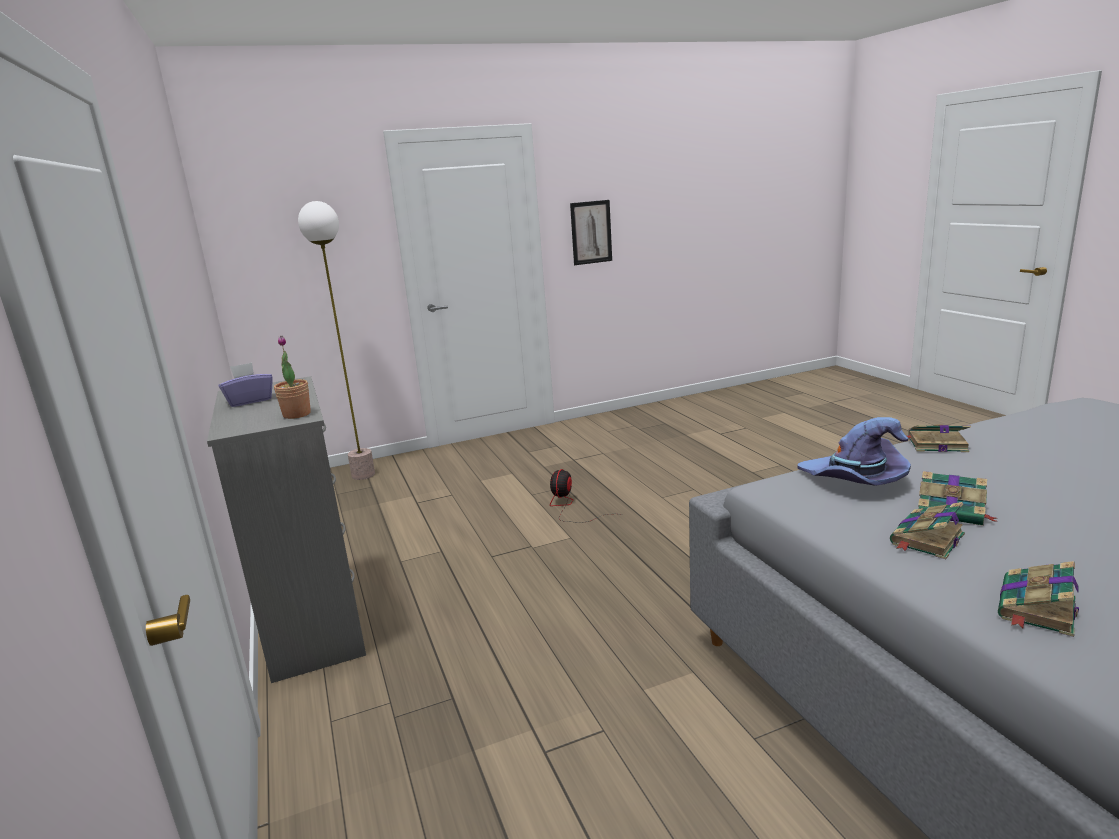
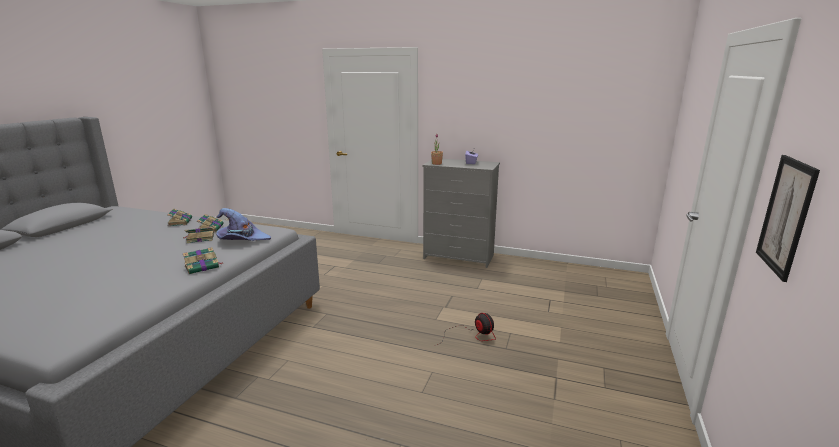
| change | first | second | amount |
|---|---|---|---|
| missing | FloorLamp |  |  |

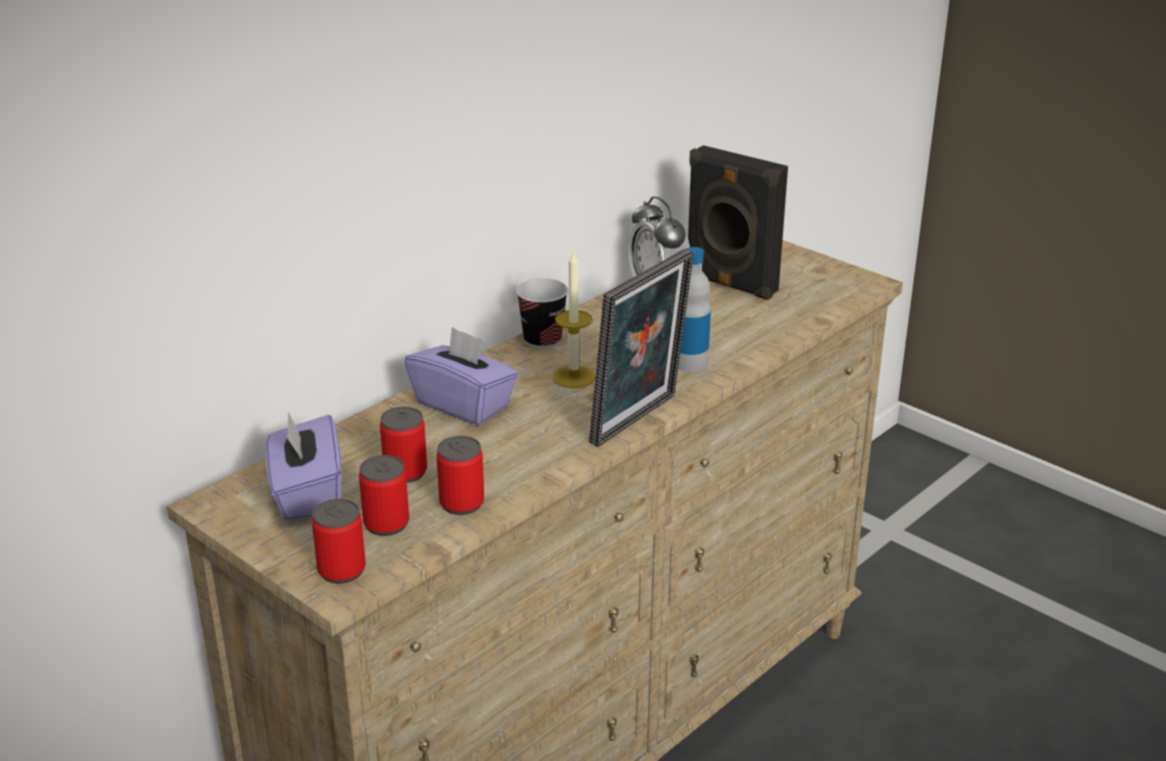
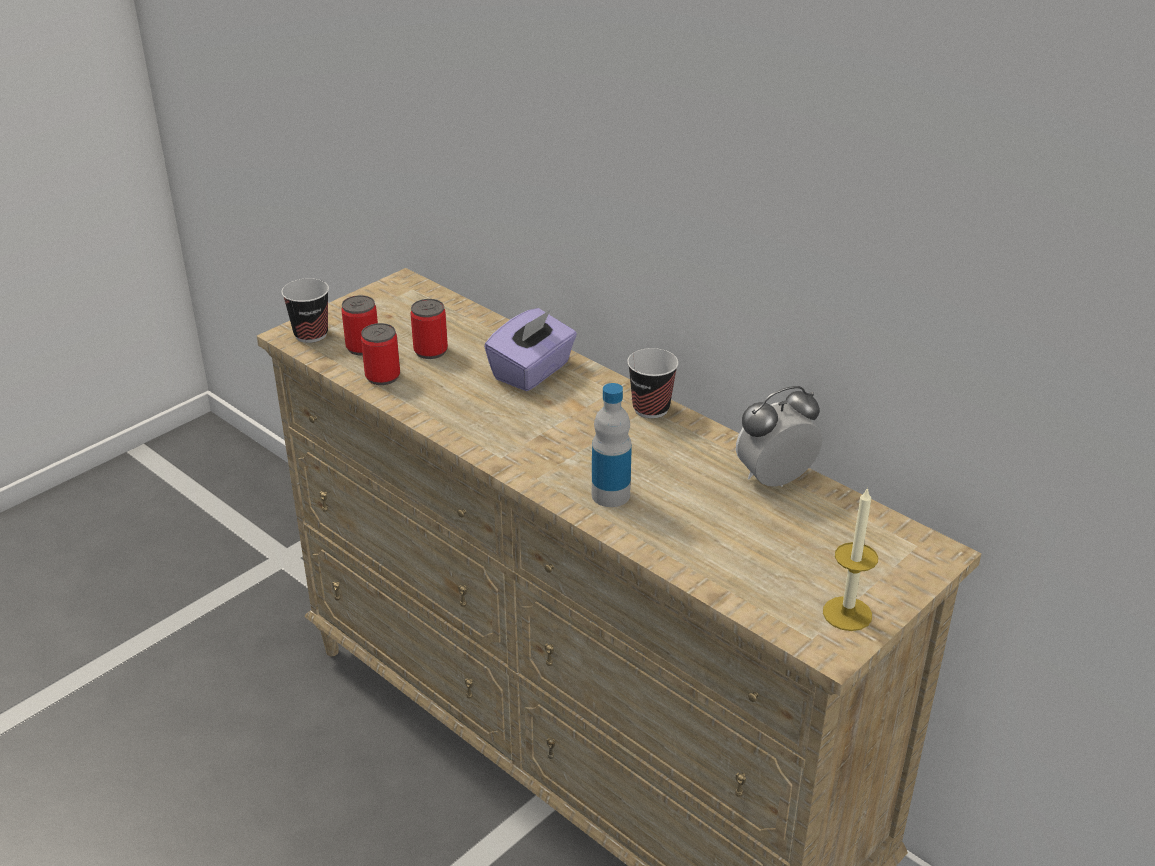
| change | first | second | amount |
|---|---|---|---|
| exchanged | MetalCan (no. 1 from left) | SmallCup (no. 1 from left) |  |
| relocated | Candle |  |  |
| missing | PurpleColouredTissueBox (no. 1 from left) |  |  |
| missing | StandingFrame |  |  |
| missing | BlackLoudspeaker |  |  |

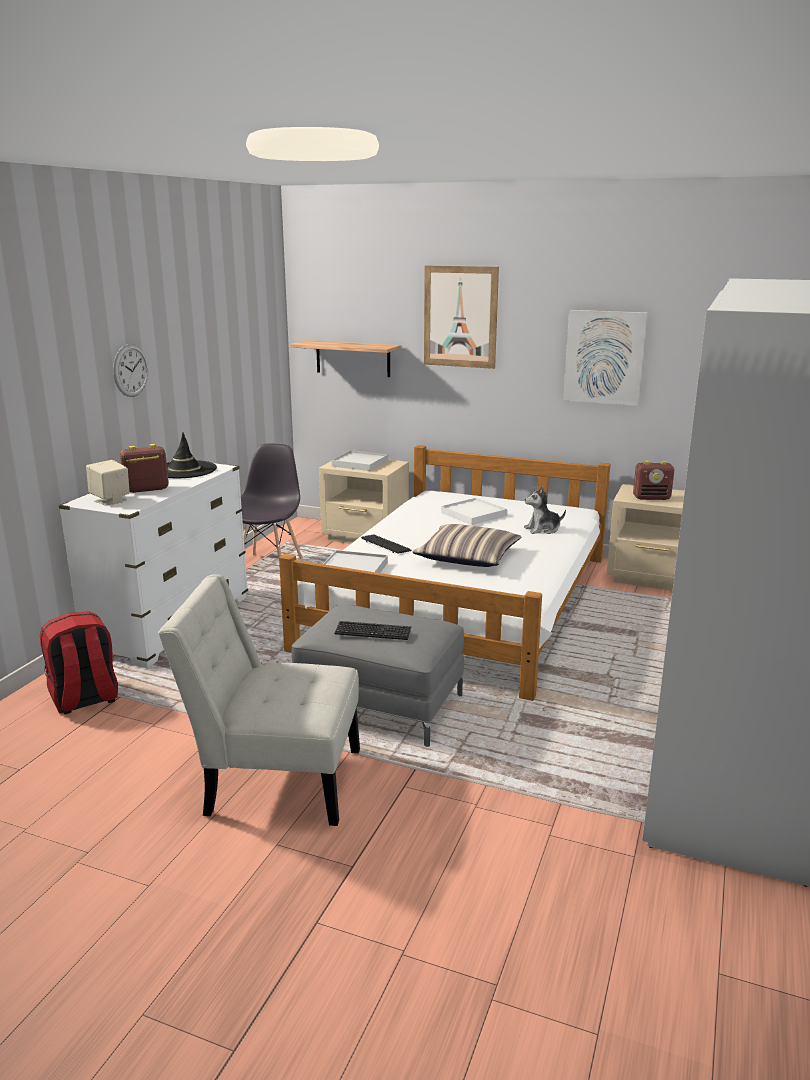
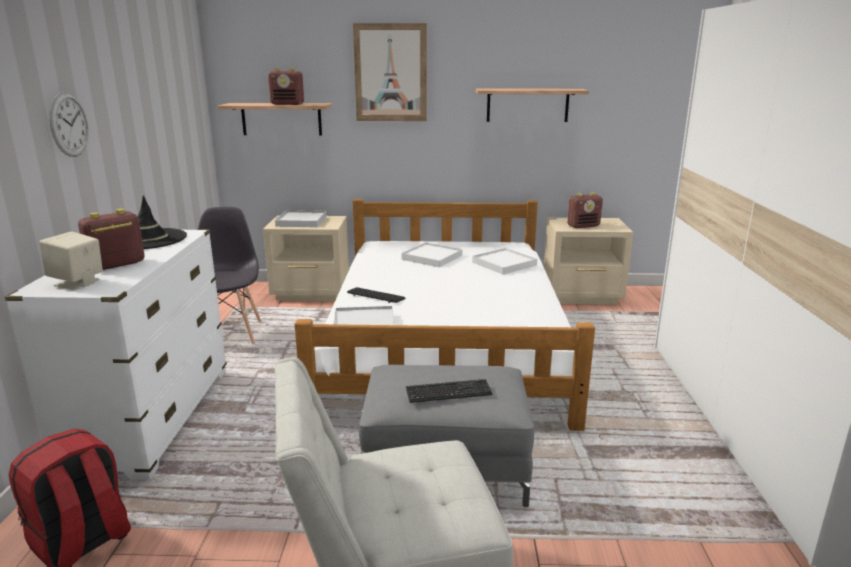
| change | first | second | amount |
|---|---|---|---|
| appeared |  | RadioReceiver (no. 2 from left) |  |
| exchanged | PlushToy | WhitishCarryingTray (no. 4 from left) |  |
| exchanged | Picture (no. 2 from left) | BracketShelf (no. 2 from left) |  |
| missing | Cushion |  |  |

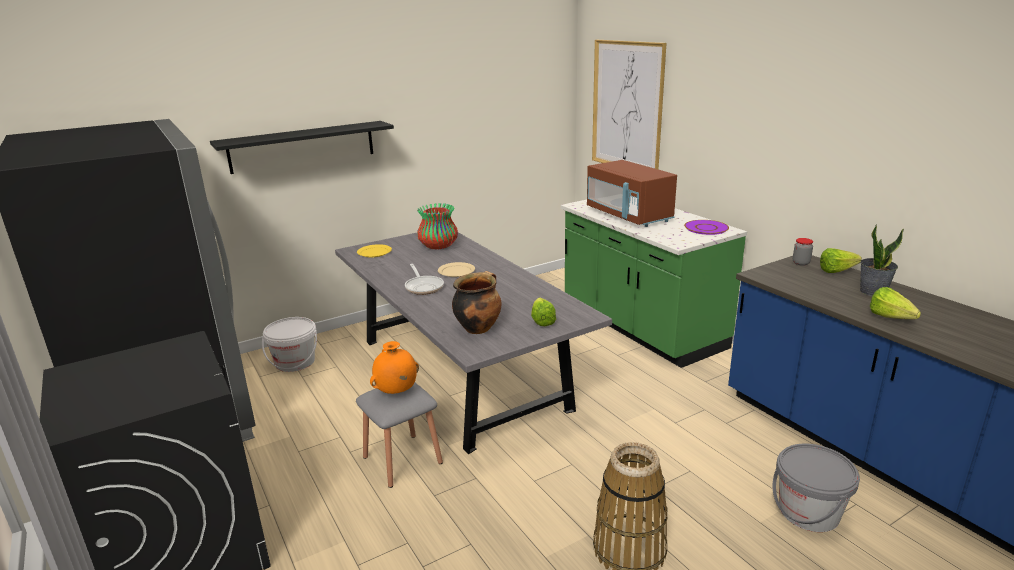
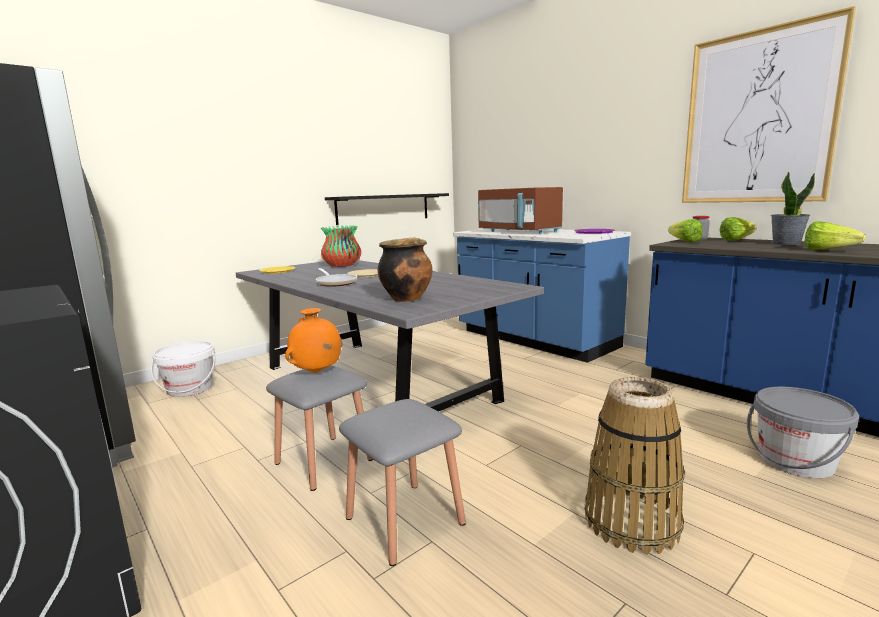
| change | first | second | amount |
|---|---|---|---|
| relocated | BlackBracketShelf |  |  |
| appeared |  | GreyStoolSeat (no. 2 from left) |  |
| colour | GreenishKitchenCounter | BlueKitchenCounter (no. 1 from left) |  |
| relocated | Lettuce (no. 1 from left) |  |  |
| relocated | Picture |  |  |

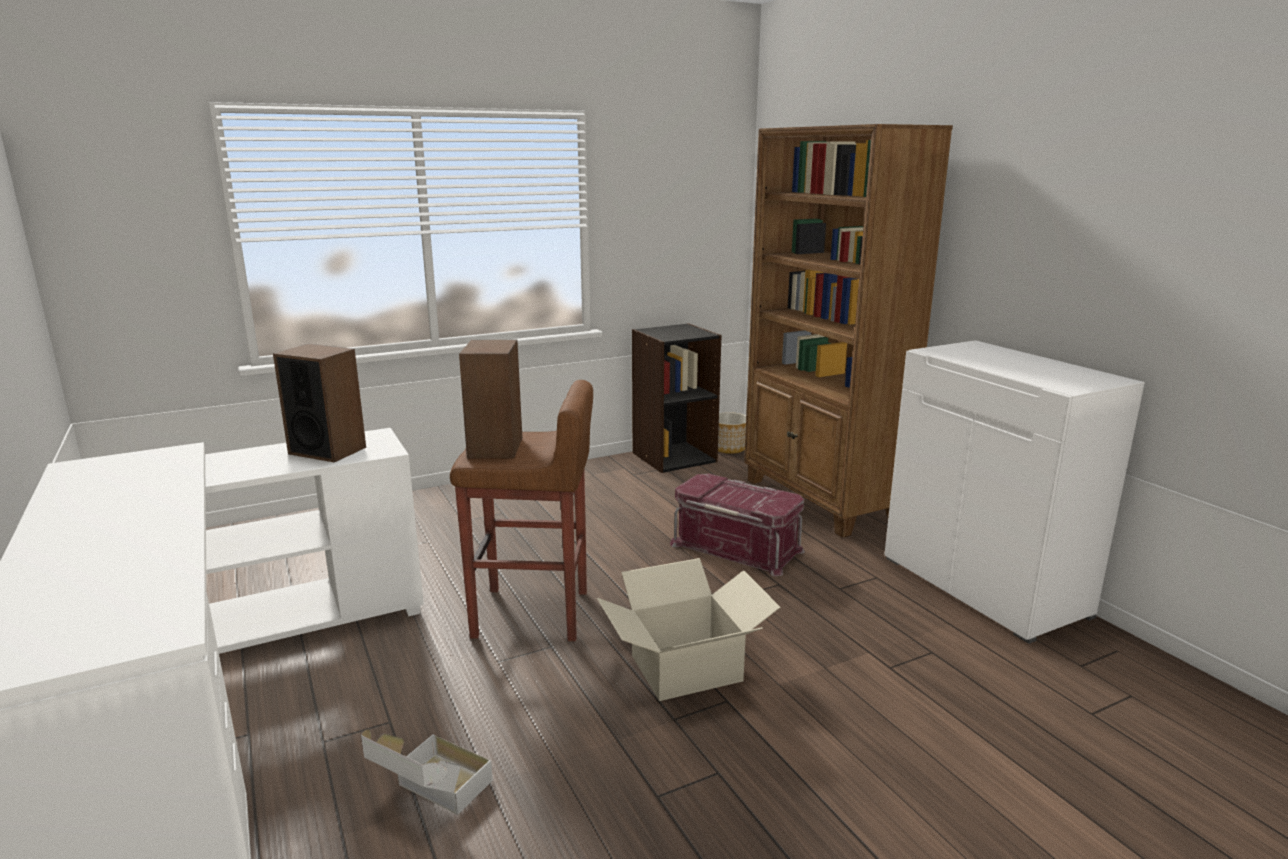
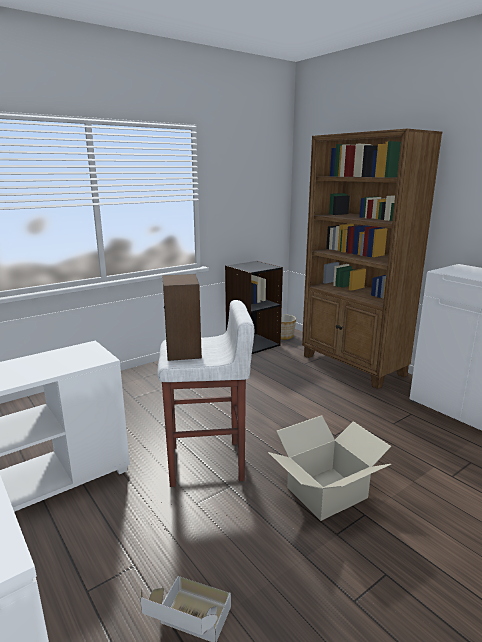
| change | first | second | amount |
|---|---|---|---|
| colour | BrownishStoolSeat | WhitishStoolSeat |  |
| missing | Loudspeaker (no. 1 from left) |  |  |
| missing | ReddishStorageBin |  |  |

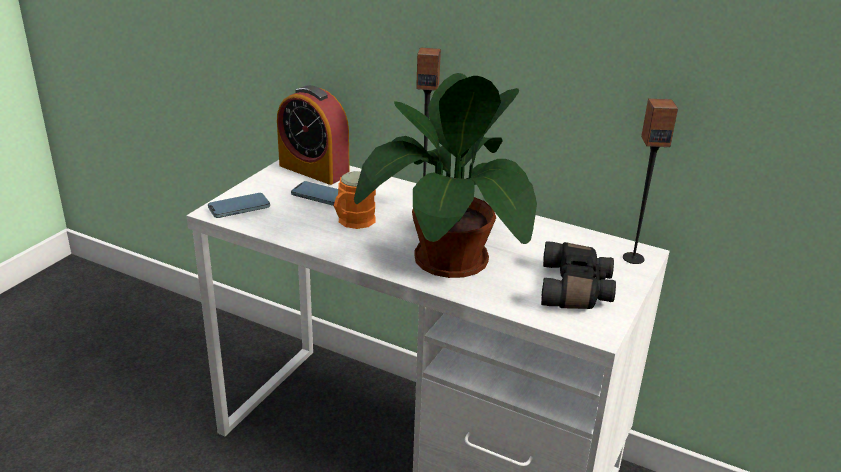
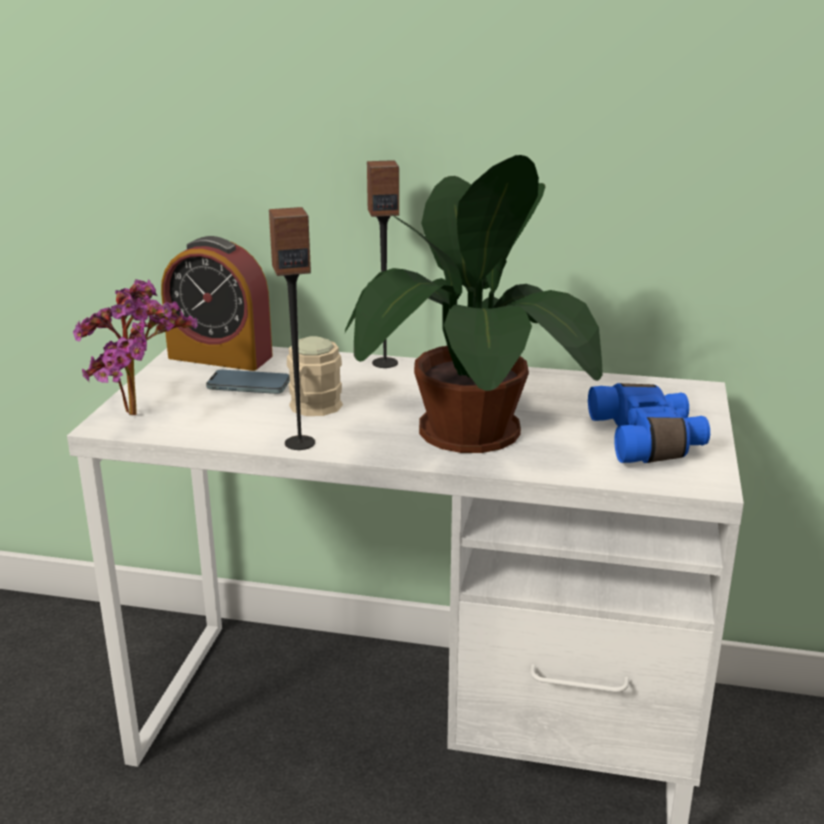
| change | first | second | amount |
|---|---|---|---|
| exchanged | Telephone (no. 1 from left) | PottedPlant (no. 1 from left) |  |
| relocated | Loudspeaker (no. 2 from left in the first image) | Loudspeaker (no. 1 from left) |  |
| colour | OrangeMug | BeigeColouredMug |  |
| colour | BlackBinoculars | BlueBinoculars |  |

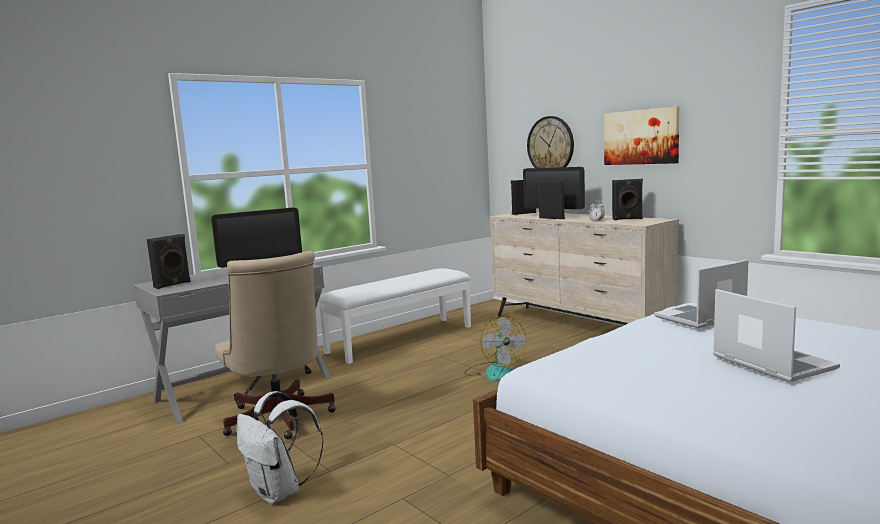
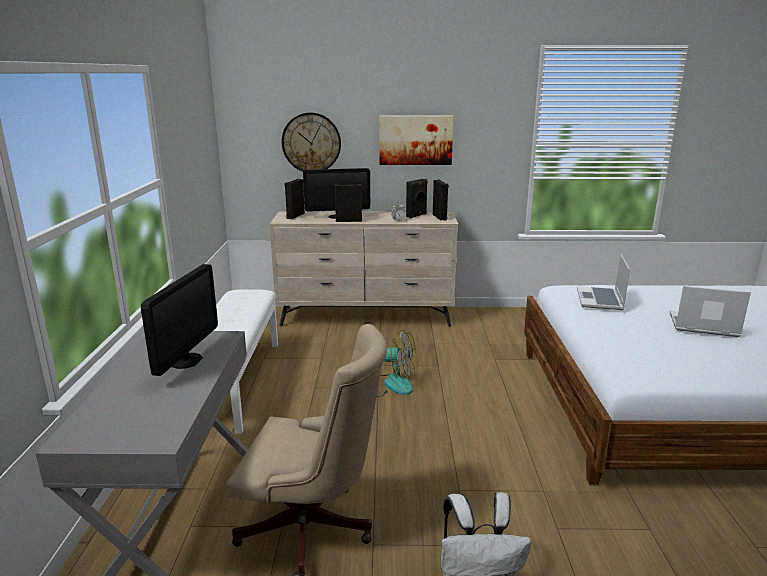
| change | first | second | amount |
|---|---|---|---|
| relocated | BlackLoudspeaker (no. 1 from left in the first image) | BlackLoudspeaker (no. 4 from left) |  |

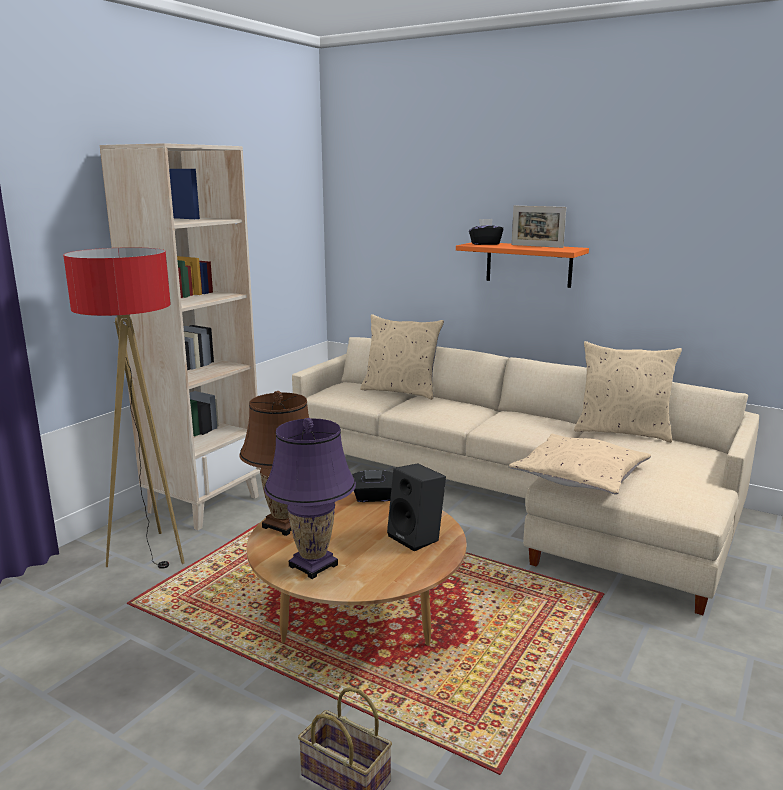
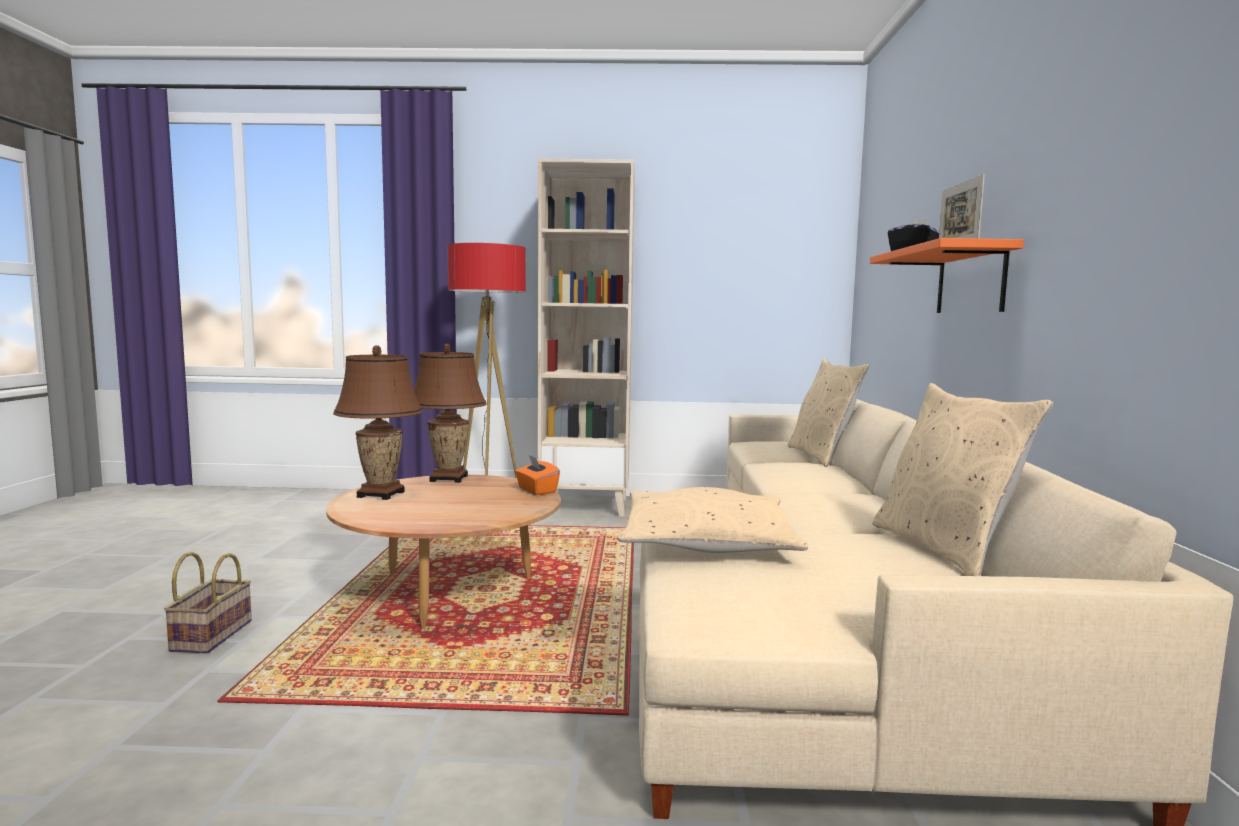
| change | first | second | amount |
|---|---|---|---|
| colour | PurpleColouredLampForATable | BrownishLampForATable (no. 1 from left) |  |
| colour | BlackTissueBox (no. 1 from left) | OrangeTissueBox |  |
| missing | BlackLoudspeaker |  |  |

